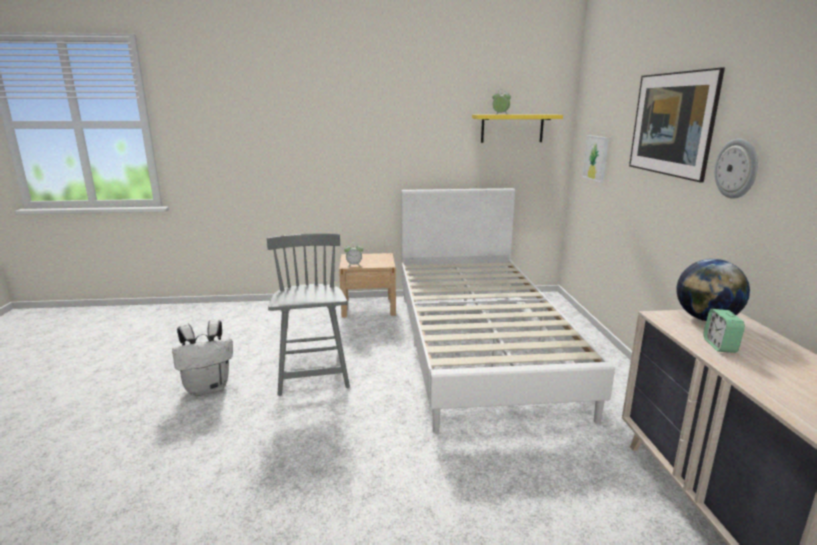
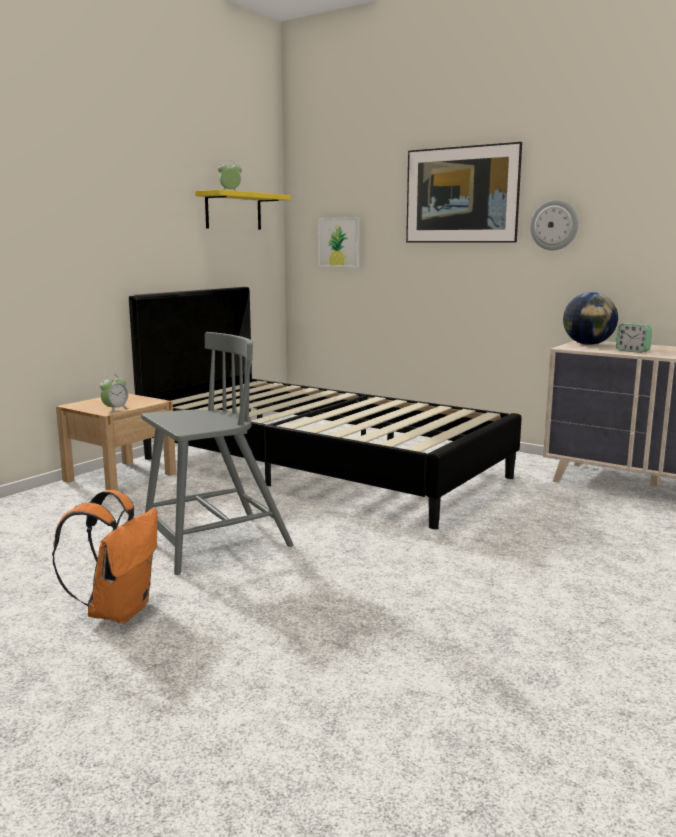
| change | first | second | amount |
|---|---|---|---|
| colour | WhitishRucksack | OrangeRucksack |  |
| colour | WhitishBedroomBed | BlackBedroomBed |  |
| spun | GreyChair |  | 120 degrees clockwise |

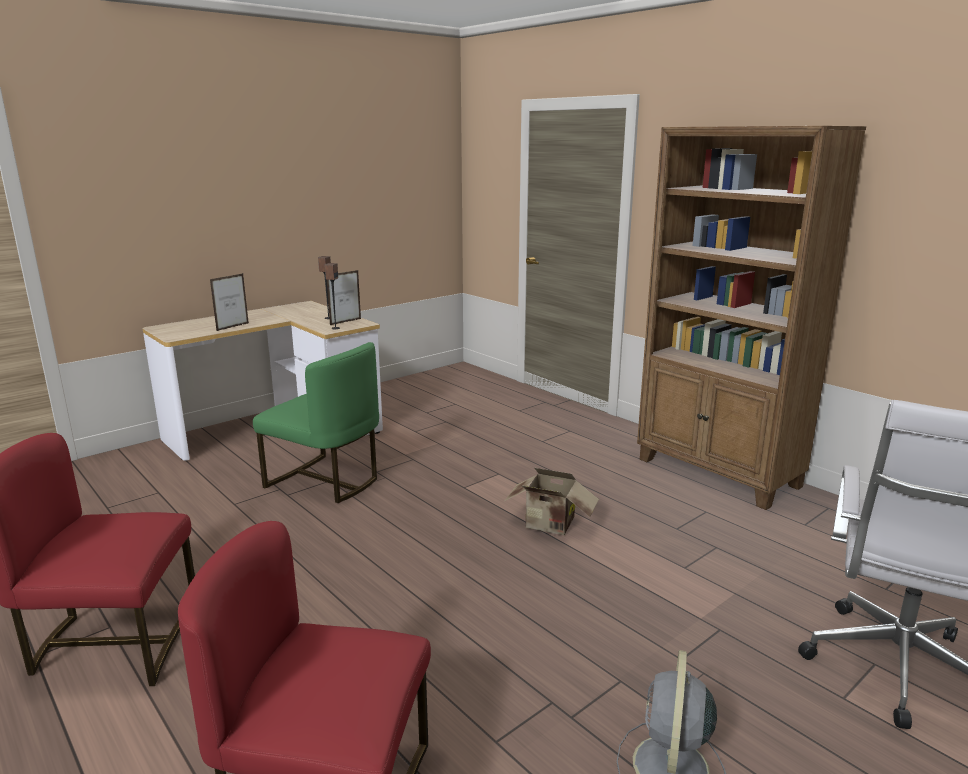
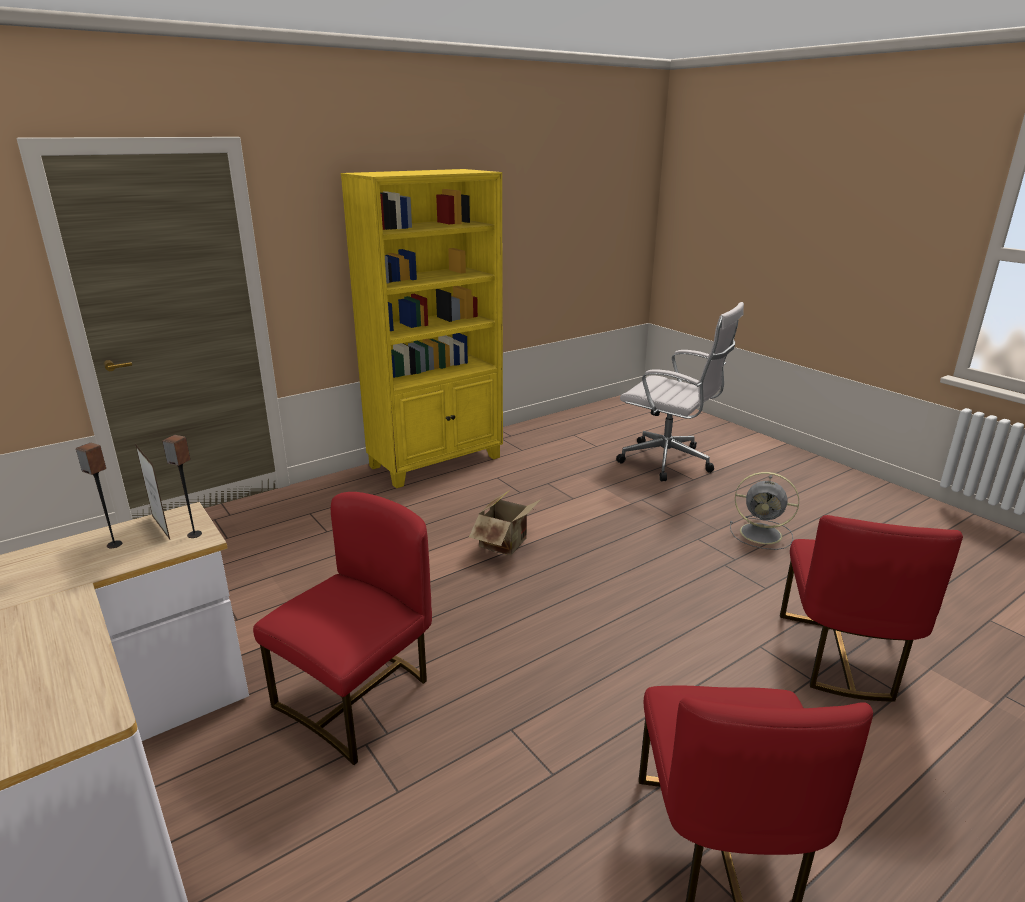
| change | first | second | amount |
|---|---|---|---|
| colour | GreenishChair | ReddishChair (no. 1 from left) |  |
| colour | BrownishShelvingUnit | YellowishShelvingUnit |  |
| missing | StandingFrame (no. 1 from left) |  |  |

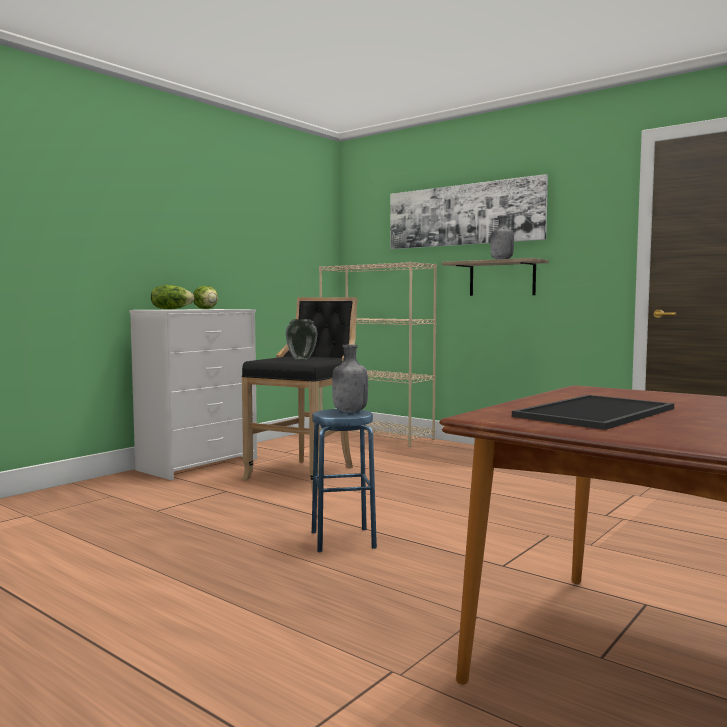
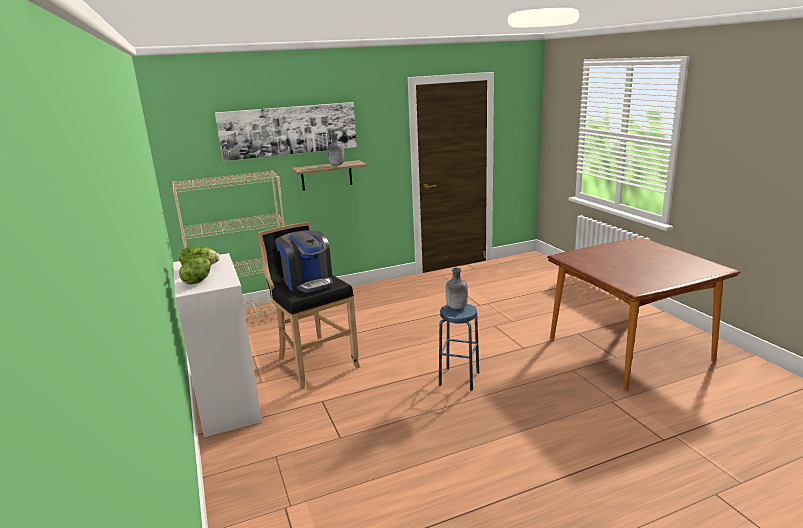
| change | first | second | amount |
|---|---|---|---|
| exchanged | Vase | CoffeeMachine |  |
| missing | CarryingTray |  |  |

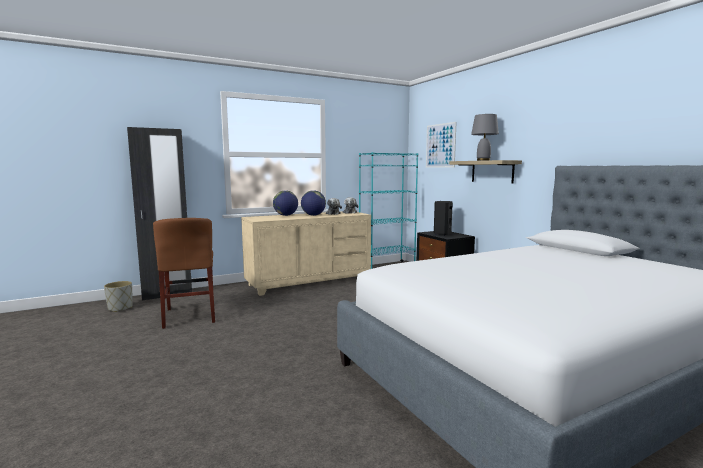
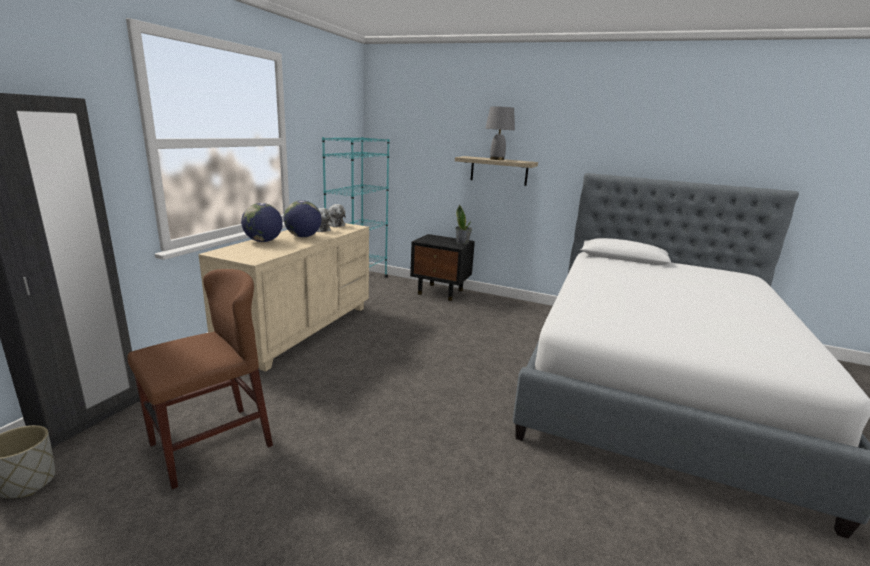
| change | first | second | amount |
|---|---|---|---|
| spun | BrownishChair |  | 75 degrees counterclockwise |
| appeared |  | PottedPlant |  |
| missing | Picture |  |  |
| missing | BlackLoudspeaker |  |  |

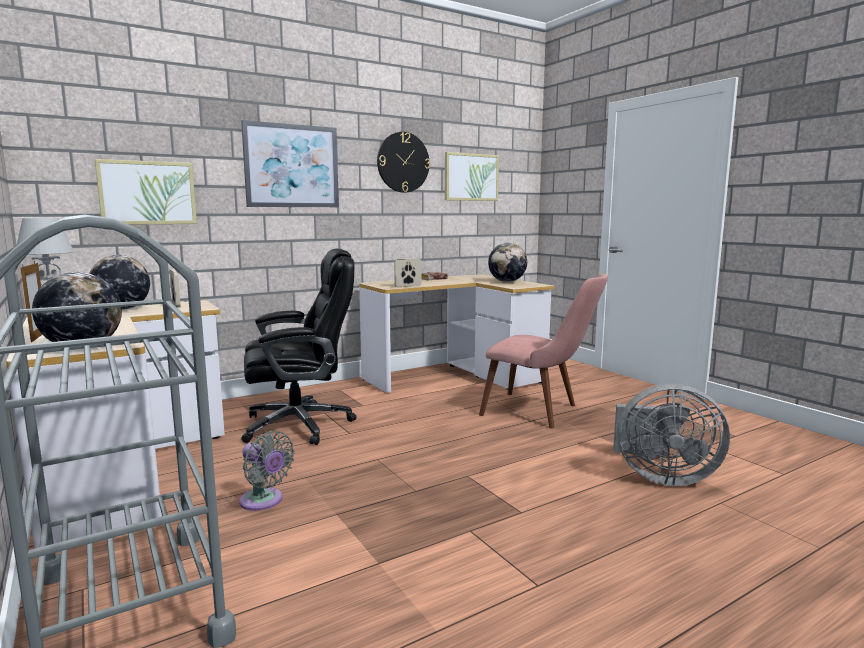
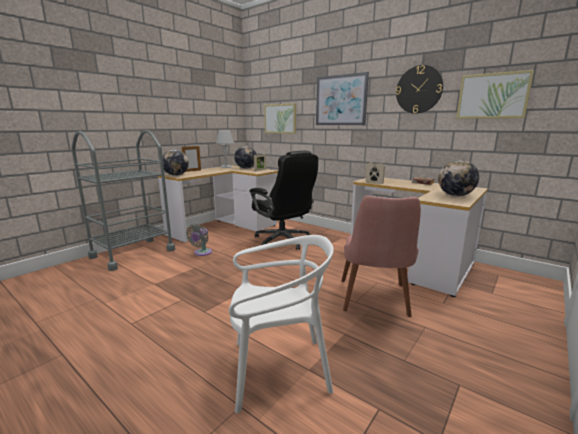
| change | first | second | amount |
|---|---|---|---|
| exchanged | GreyFan (no. 2 from left) | WhitishChair |  |

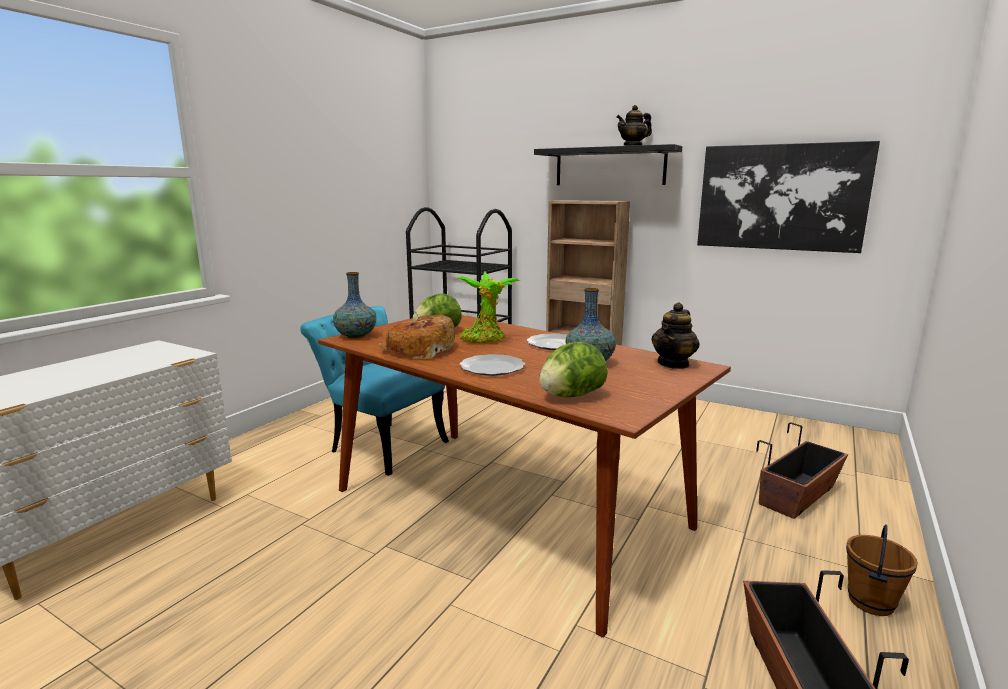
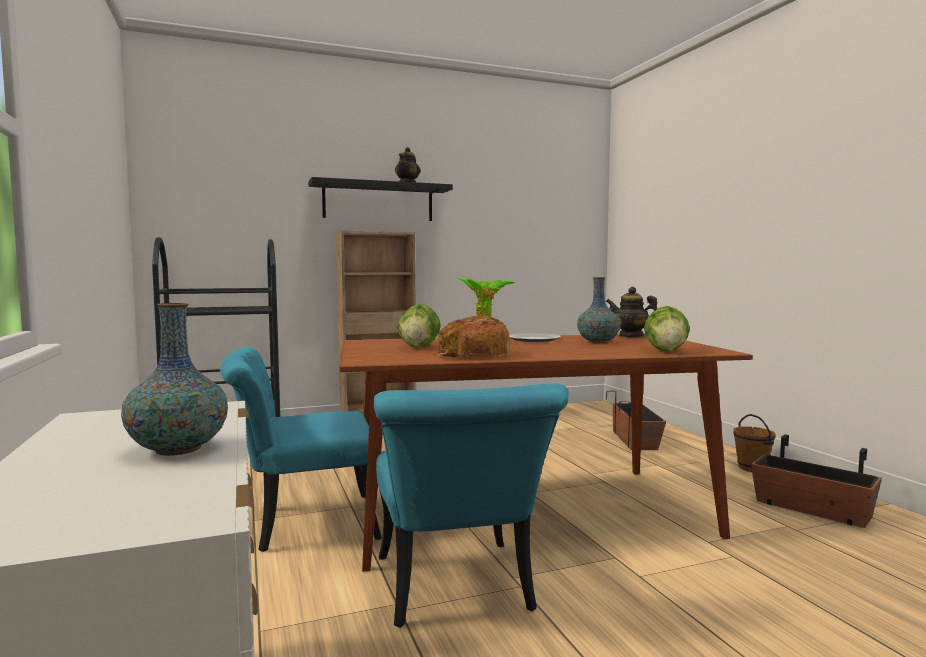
| change | first | second | amount |
|---|---|---|---|
| relocated | Vase (no. 1 from left) |  |  |
| appeared |  | TurquoiseColouredChair (no. 2 from left) |  |
| spun | PotForTea (no. 2 from left) |  | 135 degrees clockwise |
| missing | DinnerPlate (no. 1 from left) |  |  |
| missing | Picture |  |  |

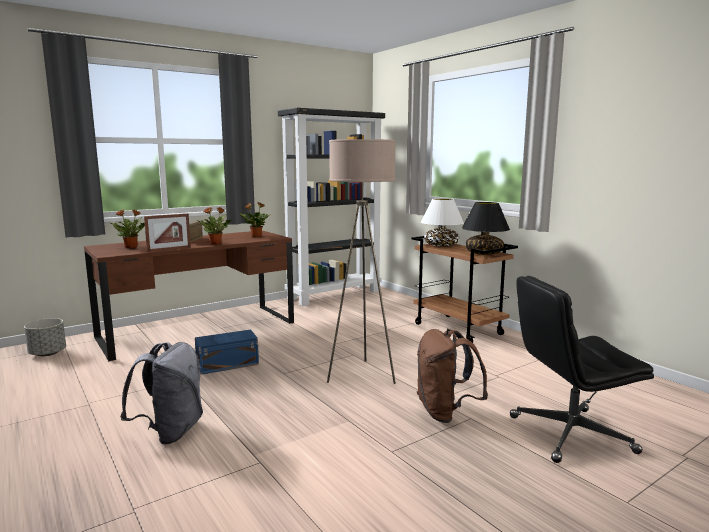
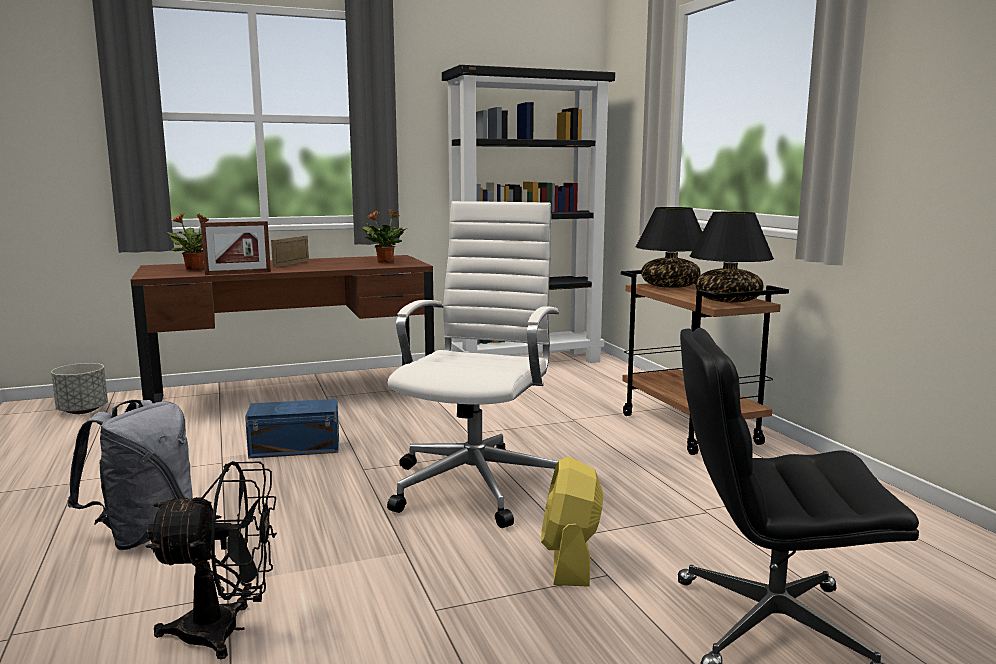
| change | first | second | amount |
|---|---|---|---|
| appeared |  | BlackFan |  |
| exchanged | BeigeColouredFloorLamp | WhitishComputerChair |  |
| exchanged | BrownishRucksack | YellowishFan |  |
| colour | WhitishLampForATable | BlackLampForATable (no. 1 from left) |  |
| missing | PottedPlant (no. 2 from left) |  |  |

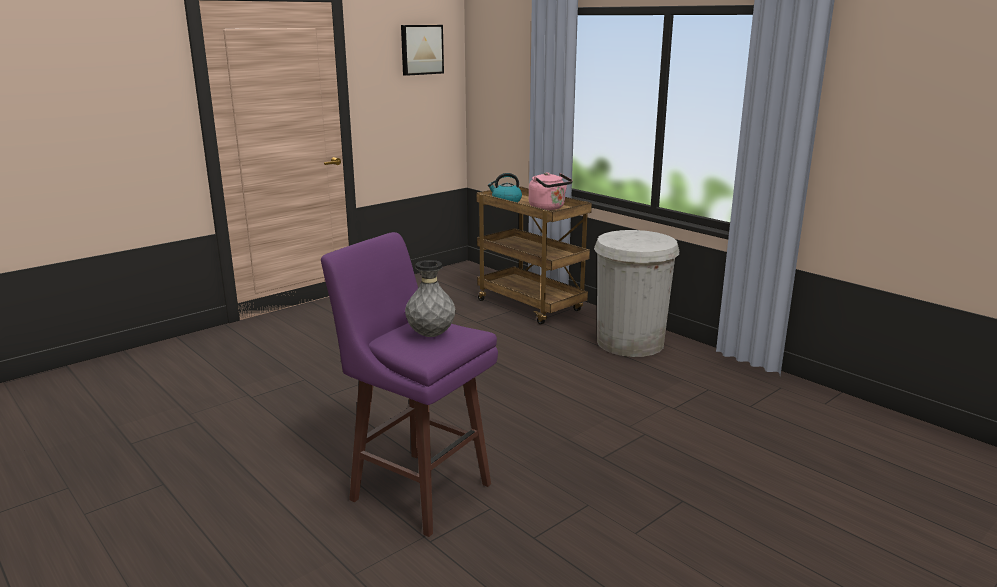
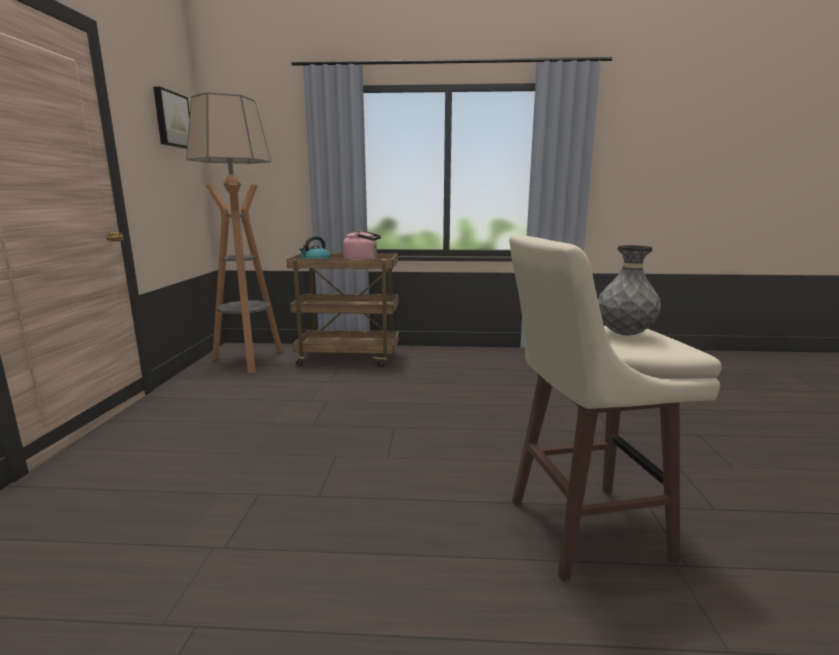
| change | first | second | amount |
|---|---|---|---|
| appeared |  | FloorLamp |  |
| colour | PurpleColouredStoolSeat | BeigeColouredStoolSeat |  |
| missing | WhitishTrashCan |  |  |

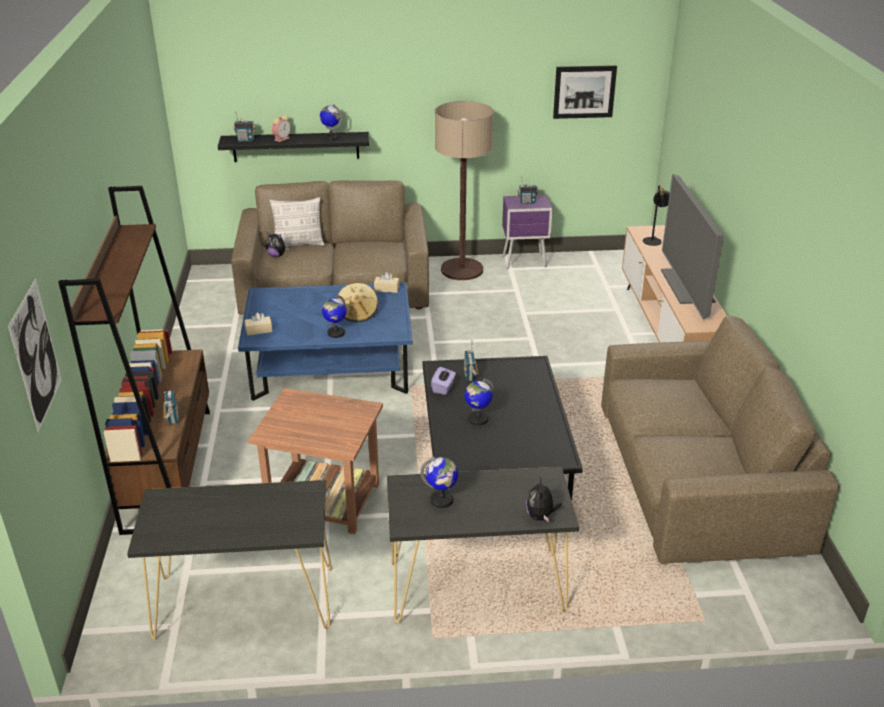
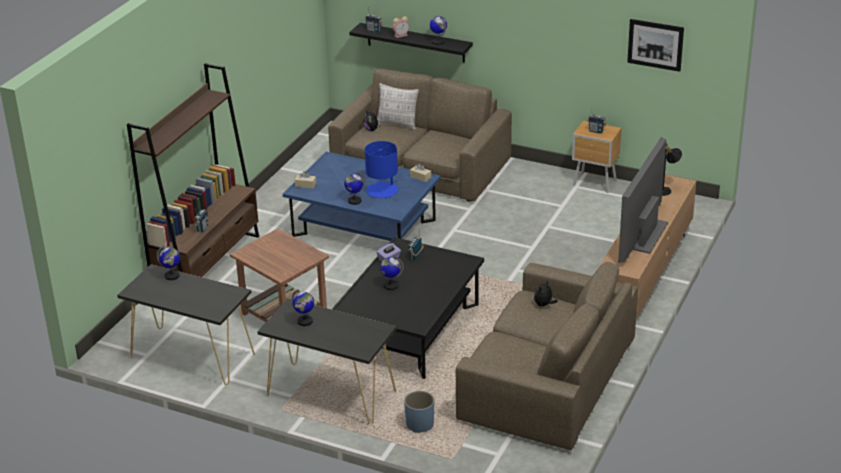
| change | first | second | amount |
|---|---|---|---|
| appeared |  | WorldGlobe (no. 1 from left) |  |
| exchanged | BeigeColouredClothingHat | BlueLampForATable |  |
| appeared |  | BlueFlowerPot |  |
| relocated | PlushToy (no. 2 from left) |  |  |
| colour | PurpleColouredNightstand | BrownishNightstand |  |
| missing | Picture (no. 1 from left) |  |  |
| missing | FloorLamp |  |  |

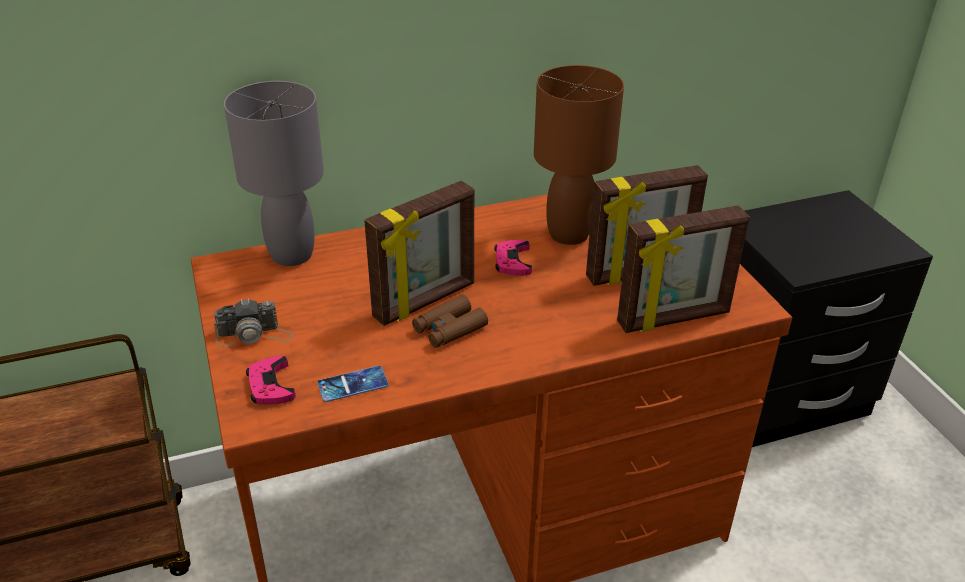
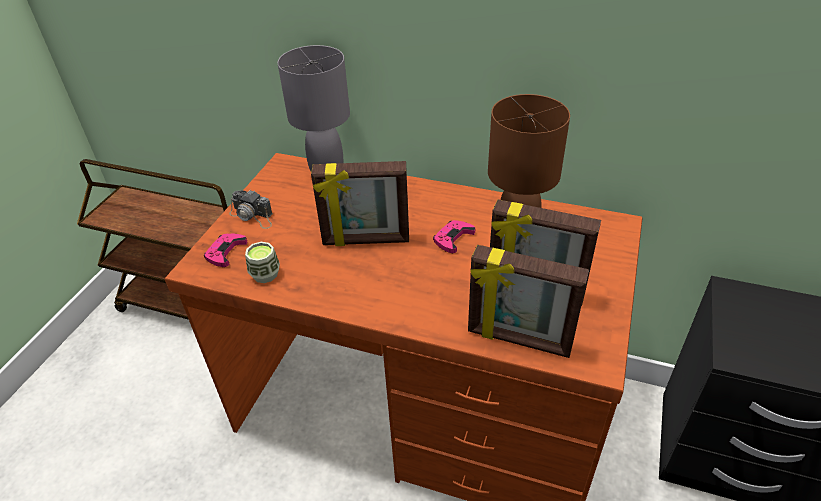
| change | first | second | amount |
|---|---|---|---|
| exchanged | Telephone | SmallCup |  |
| missing | BrownishBinoculars |  |  |

